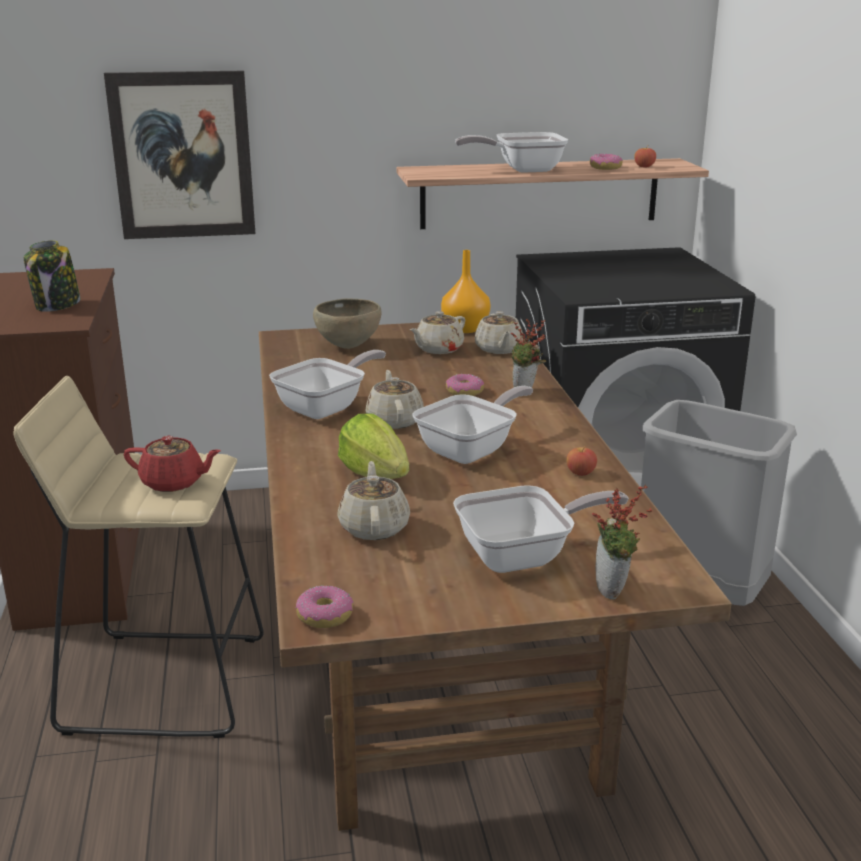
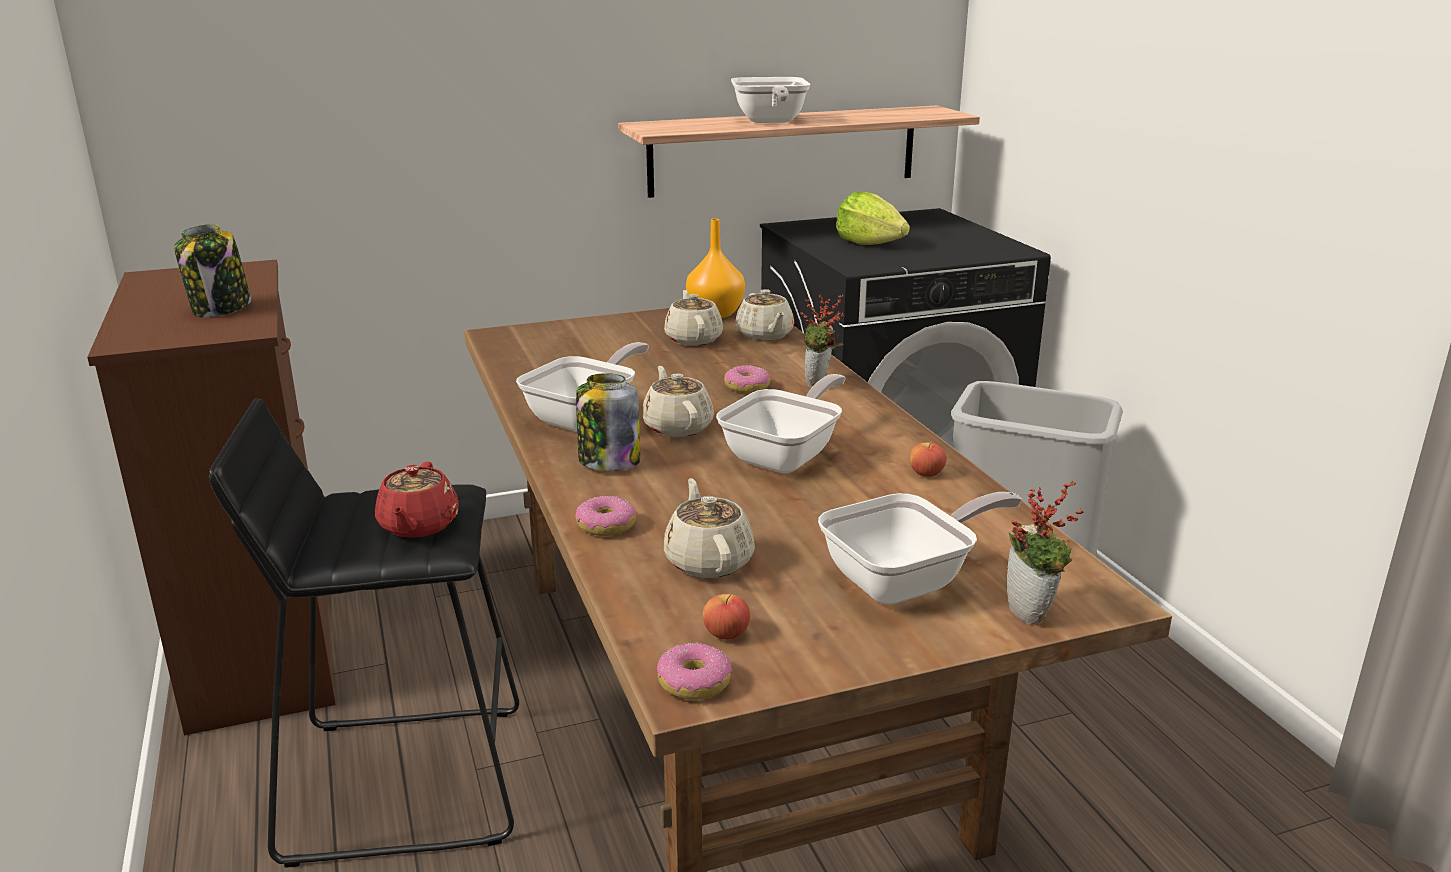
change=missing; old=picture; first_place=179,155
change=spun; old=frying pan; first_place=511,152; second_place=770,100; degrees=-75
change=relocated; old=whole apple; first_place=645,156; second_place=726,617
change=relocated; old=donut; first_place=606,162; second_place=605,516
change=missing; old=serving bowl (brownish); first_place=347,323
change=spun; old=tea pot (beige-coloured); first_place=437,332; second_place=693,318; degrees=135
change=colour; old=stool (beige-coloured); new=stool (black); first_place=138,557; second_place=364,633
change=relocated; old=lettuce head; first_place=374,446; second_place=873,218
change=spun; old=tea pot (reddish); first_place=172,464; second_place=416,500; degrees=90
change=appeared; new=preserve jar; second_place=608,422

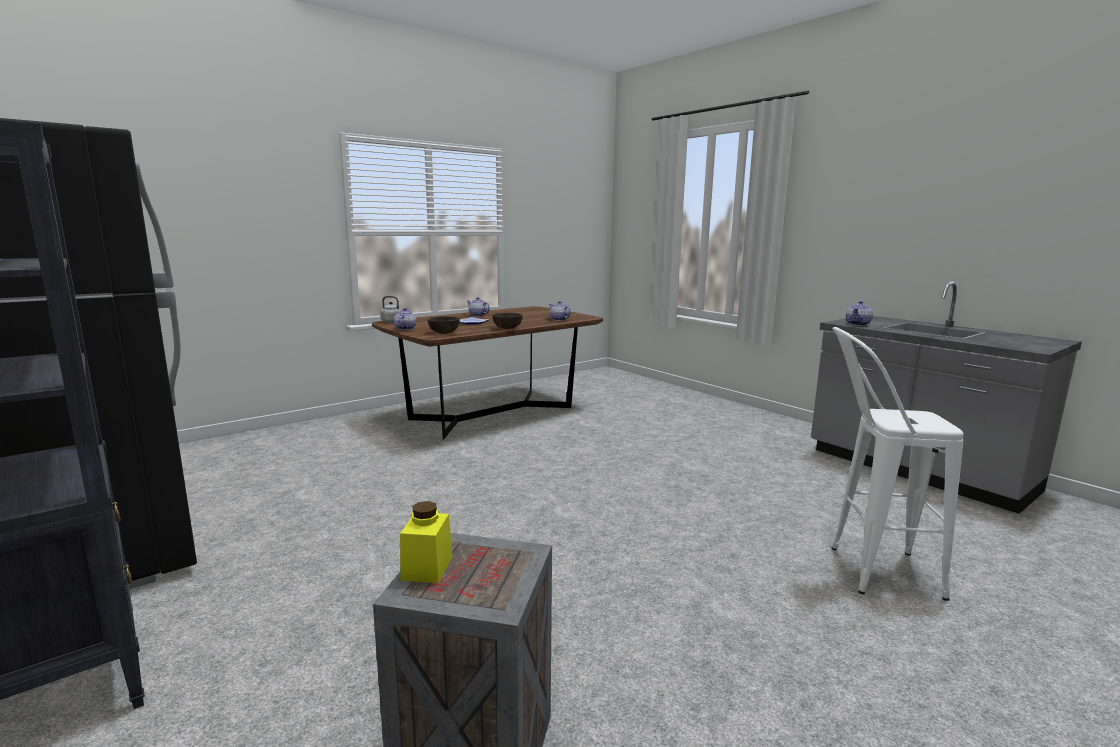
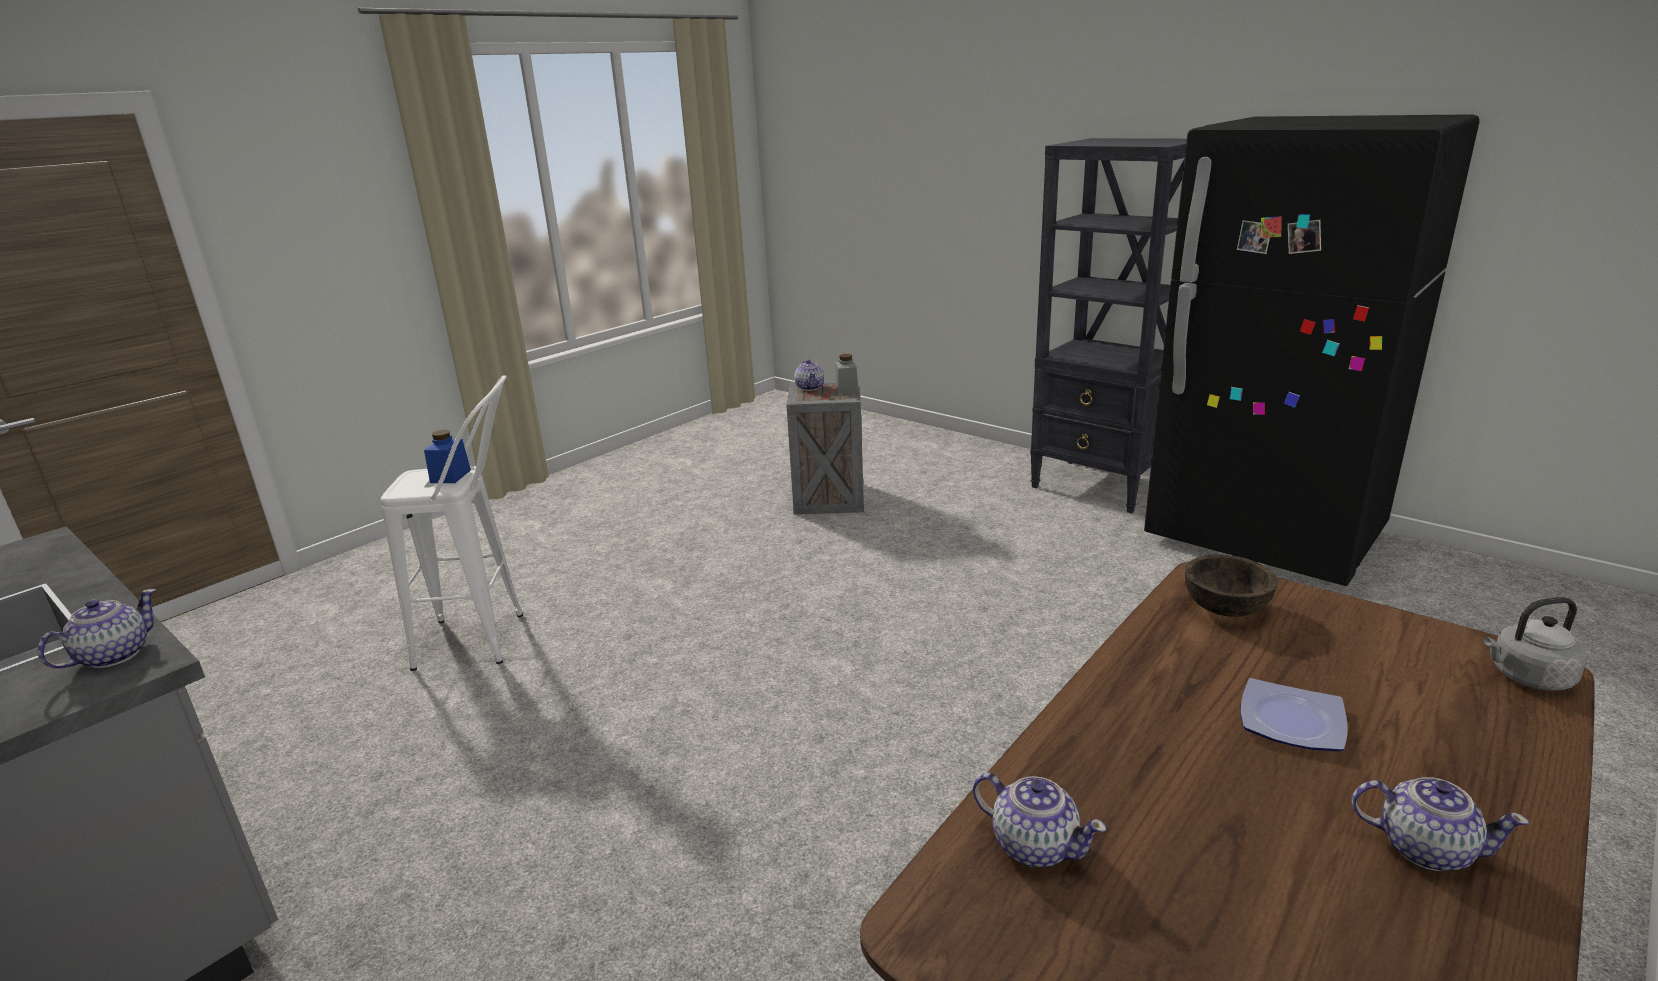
change=relocated; old=tea pot; first_place=405,319; second_place=809,375
change=missing; old=serving bowl (brownish); first_place=507,321
change=colour; old=preserve jar (yellow-coloured); new=preserve jar (gray); first_place=426,542; second_place=847,374
change=appeared; new=preserve jar (bluish); second_place=447,456

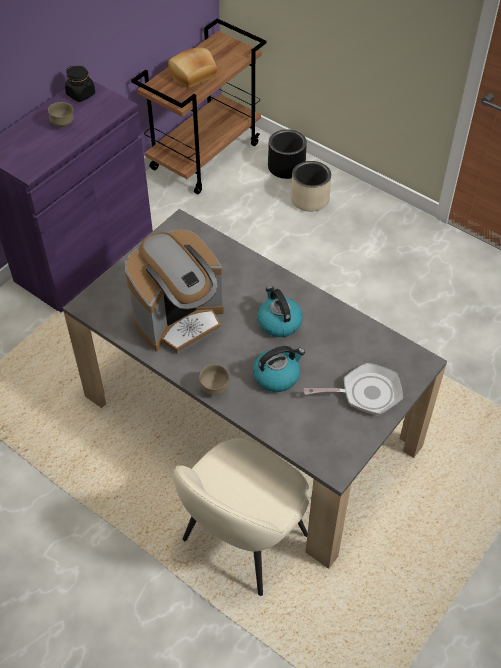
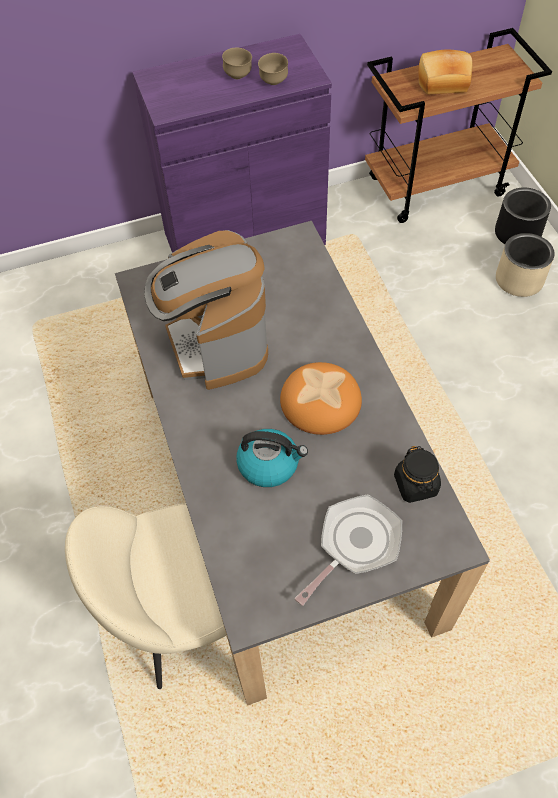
change=relocated; old=preserve jar (black); first_place=80,84; second_place=417,474
change=spun; old=coffee machine; first_place=174,292; second_place=206,310; degrees=75
change=exchanged; old=tea kettle; new=baked bread; first_place=280,311; second_place=321,398
change=spun; old=frying pan; first_place=353,389; second_place=348,550; degrees=-75
change=relocated; old=serving bowl (brownish); first_place=214,379; second_place=273,69

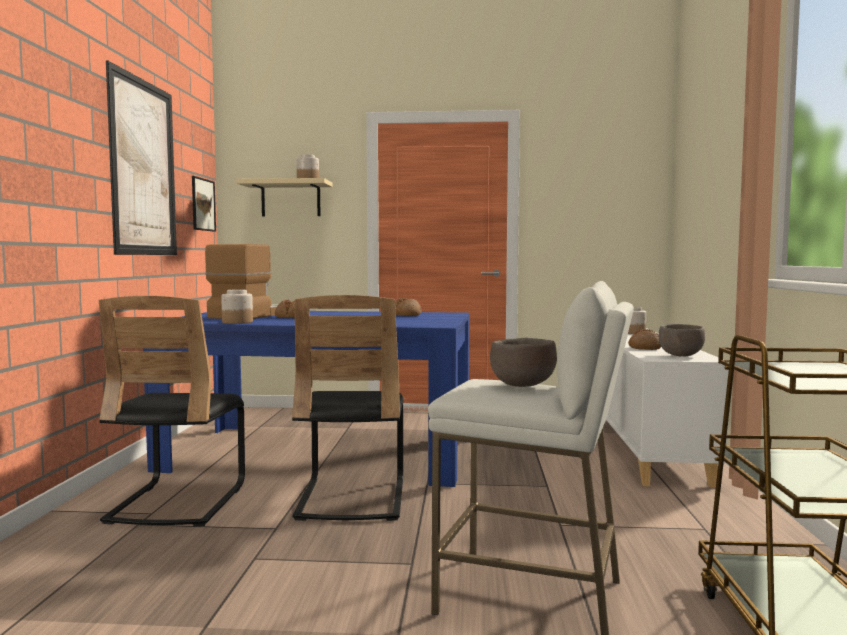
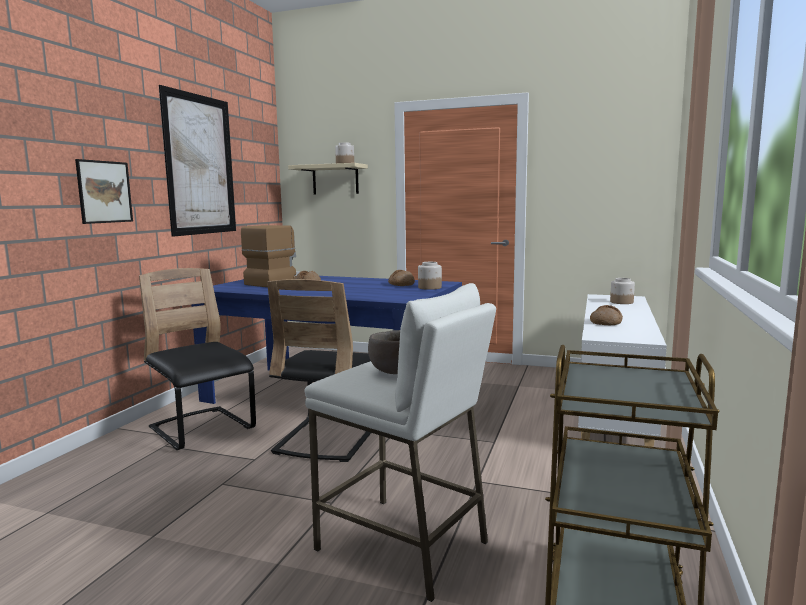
change=relocated; old=picture; first_place=204,204; second_place=104,191
change=relocated; old=preserve jar; first_place=237,306; second_place=430,276
change=spun; old=upright chair (black); first_place=172,411; second_place=197,359; degrees=120
change=missing; old=serving bowl (brownish); first_place=682,340

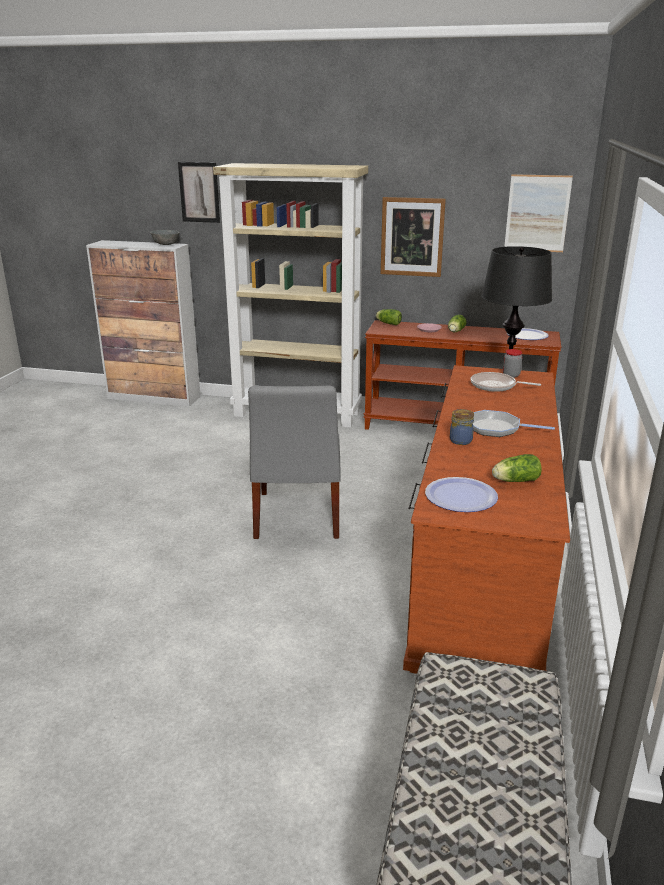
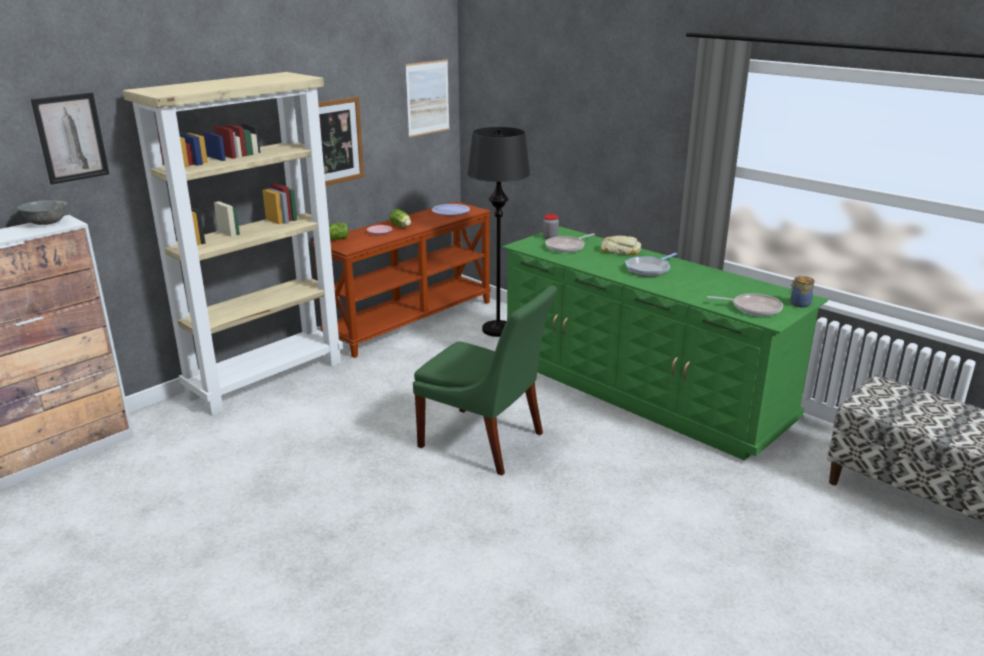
change=colour; old=chest of drawers (brownish); new=chest of drawers (green-coloured); first_place=486,519; second_place=665,343
change=colour; old=upright chair (gray); new=upright chair (green-coloured); first_place=294,462; second_place=485,380
change=relocated; old=preserve jar; first_place=462,427; second_place=802,292
change=missing; old=lettuce head; first_place=517,468
change=exchanged; old=plate; new=frying pan; first_place=461,494; second_place=745,304
change=appeared; new=baked bread; second_place=621,245

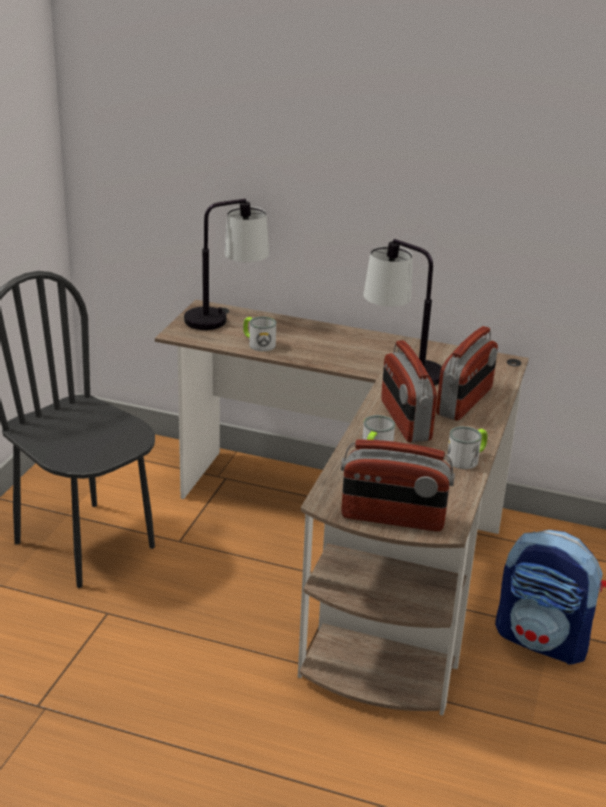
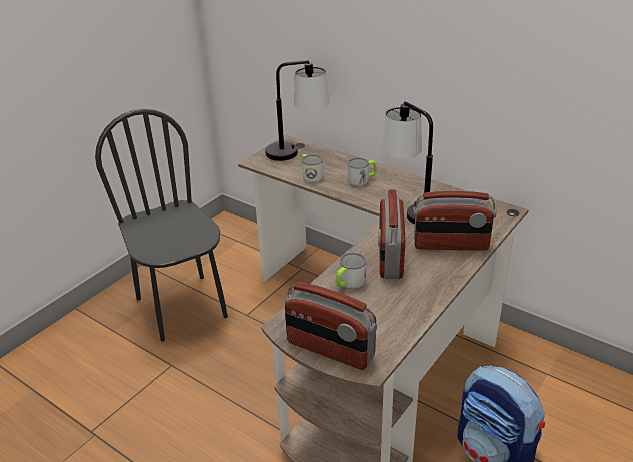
change=spun; old=radio receiver; first_place=467,373; second_place=454,221; degrees=45
change=relocated; old=tea mug; first_place=467,447; second_place=362,171

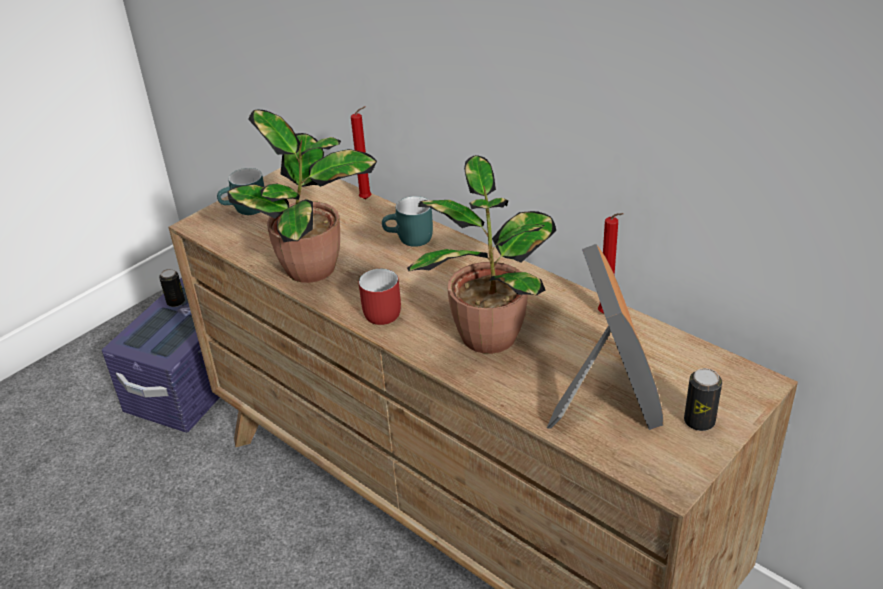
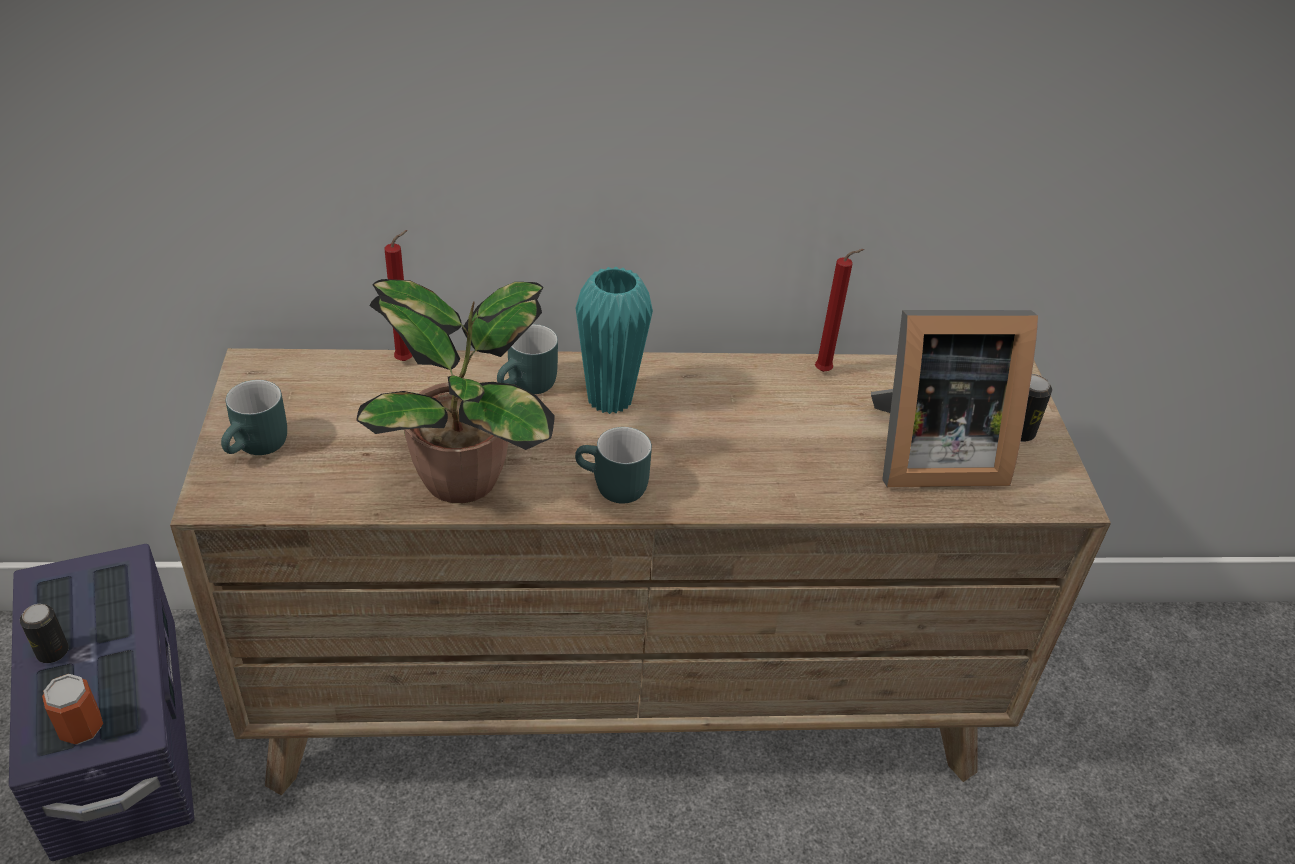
change=missing; old=potted plant; first_place=481,254
change=spun; old=standing frame; first_place=605,337; second_place=954,398; degrees=135
change=colour; old=tea mug (reddish); new=tea mug (blue-green); first_place=380,297; second_place=613,465
change=appeared; new=decorative vase (blue-green); second_place=614,340
change=appeared; new=sealed can; second_place=72,709

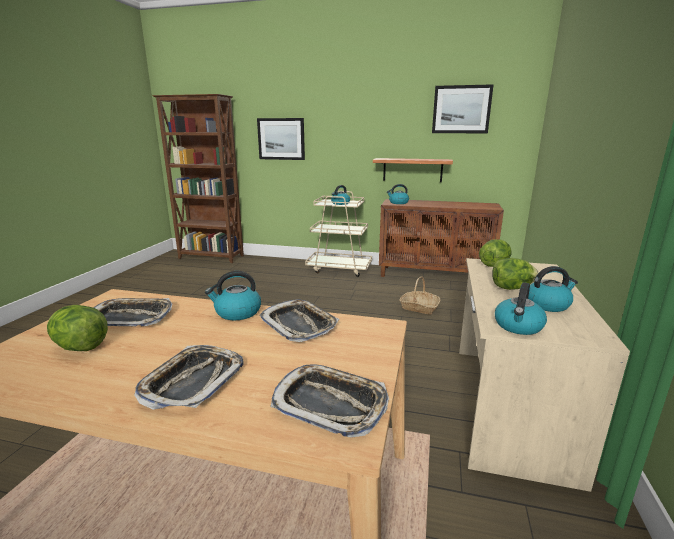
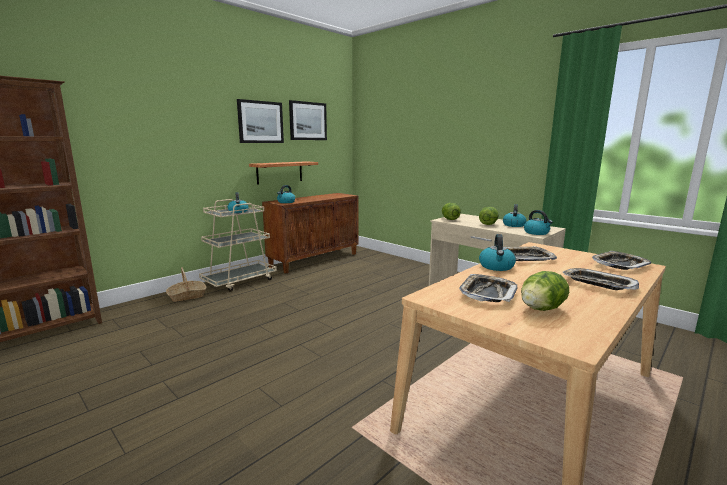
change=relocated; old=picture; first_place=281,139; second_place=260,121
change=relocated; old=basket; first_place=419,295; second_place=186,284

